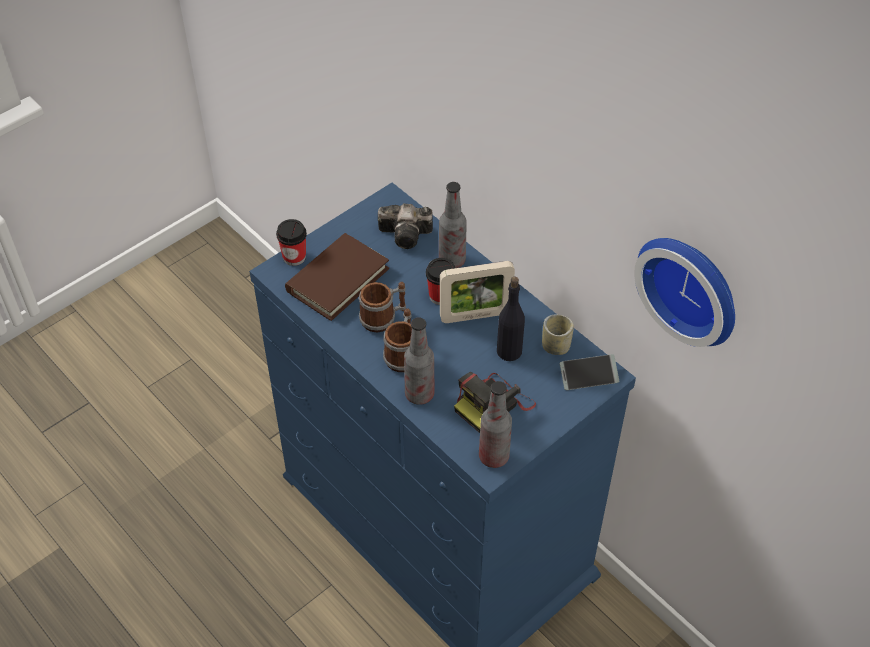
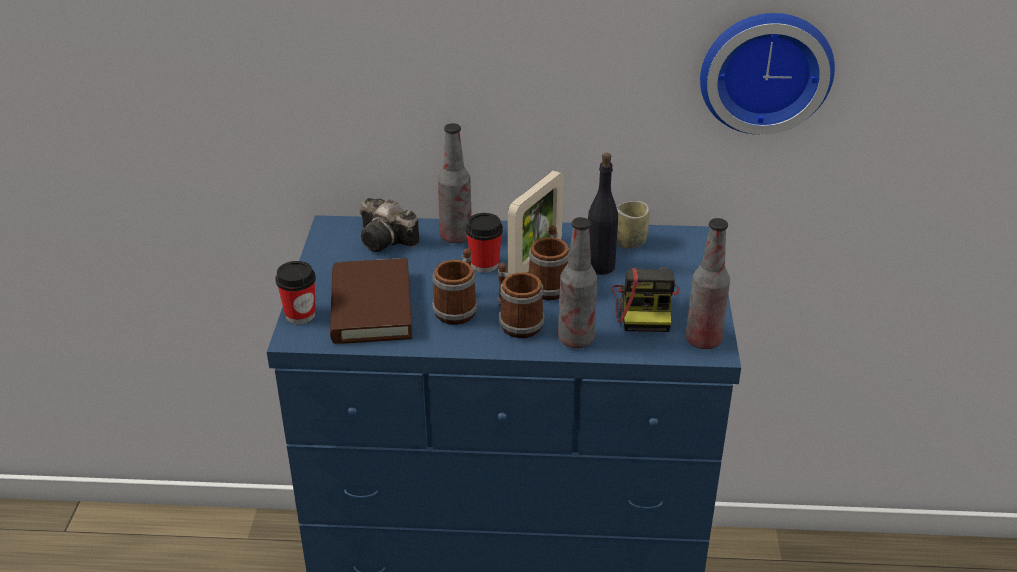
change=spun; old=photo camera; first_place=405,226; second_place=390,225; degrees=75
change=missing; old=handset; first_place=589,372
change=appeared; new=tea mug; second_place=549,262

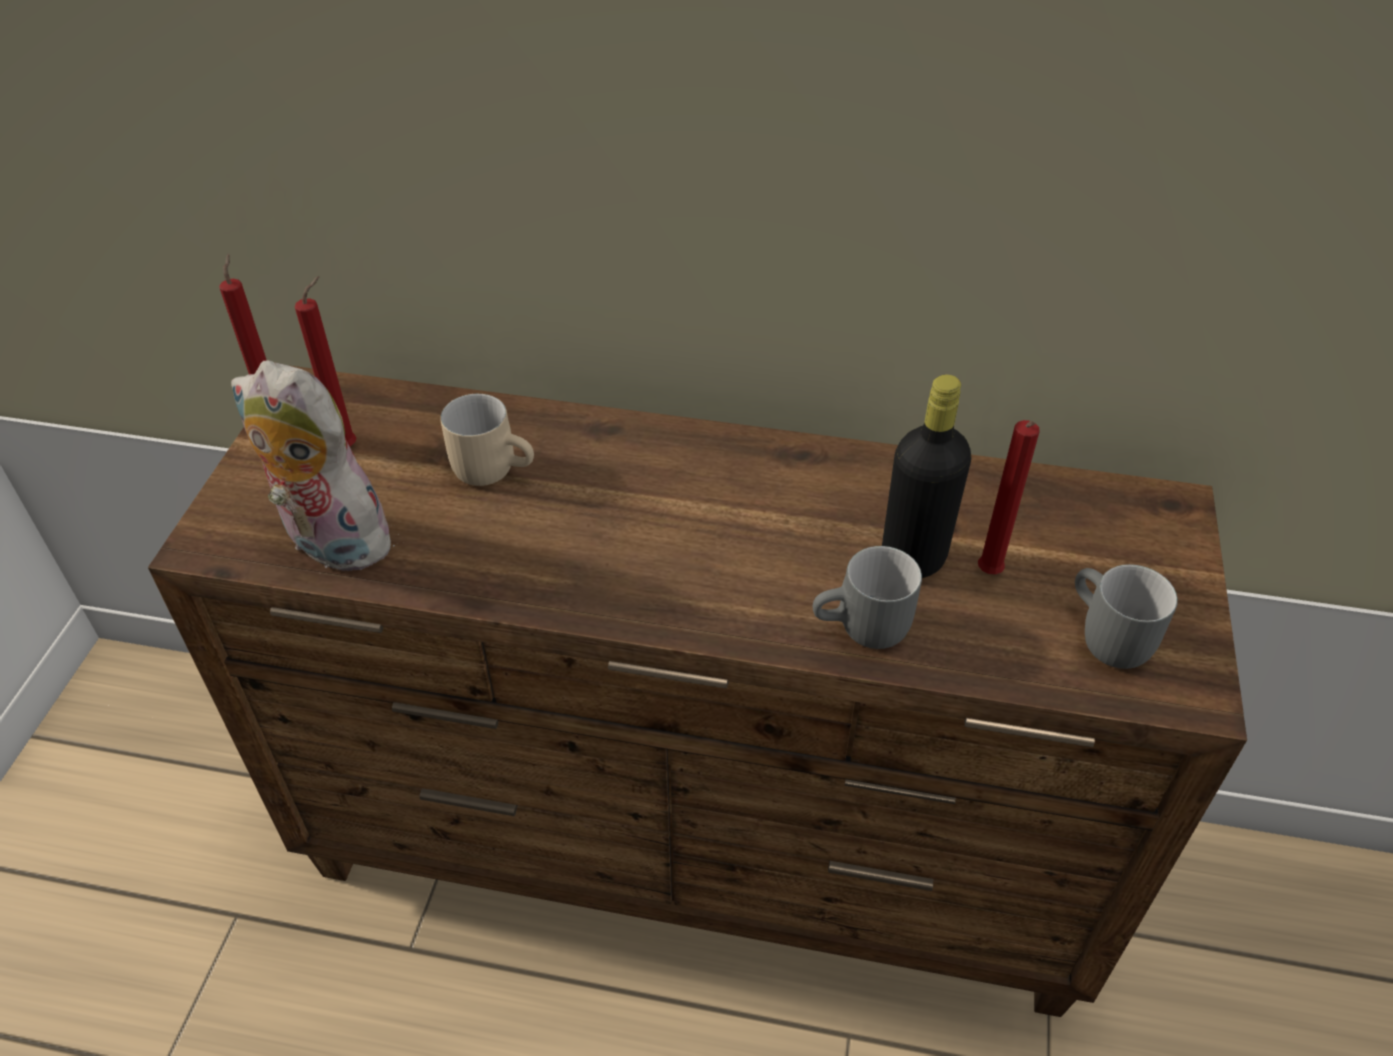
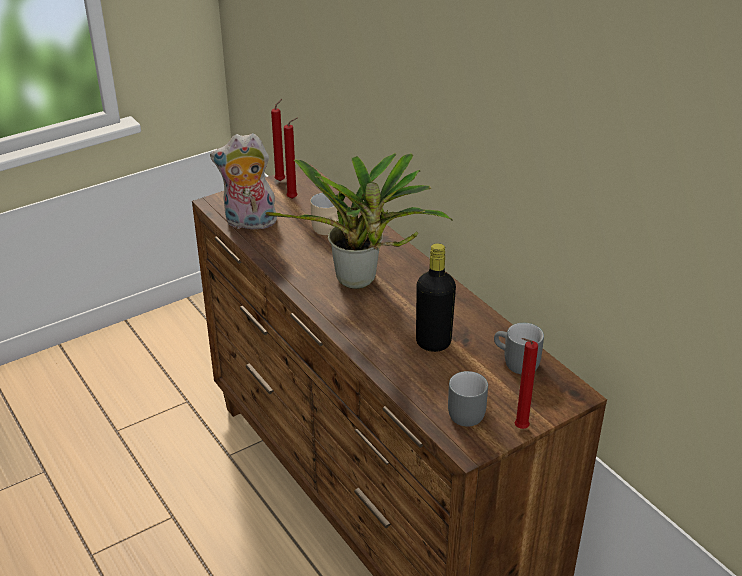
change=spun; old=soft toy; first_place=317,465; second_place=243,181; degrees=-75
change=relocated; old=candle (reddish); first_place=1009,497; second_place=526,383
change=relocated; old=tea mug (gray); first_place=867,597; second_place=519,348
change=appeared; new=potted plant; second_place=358,221

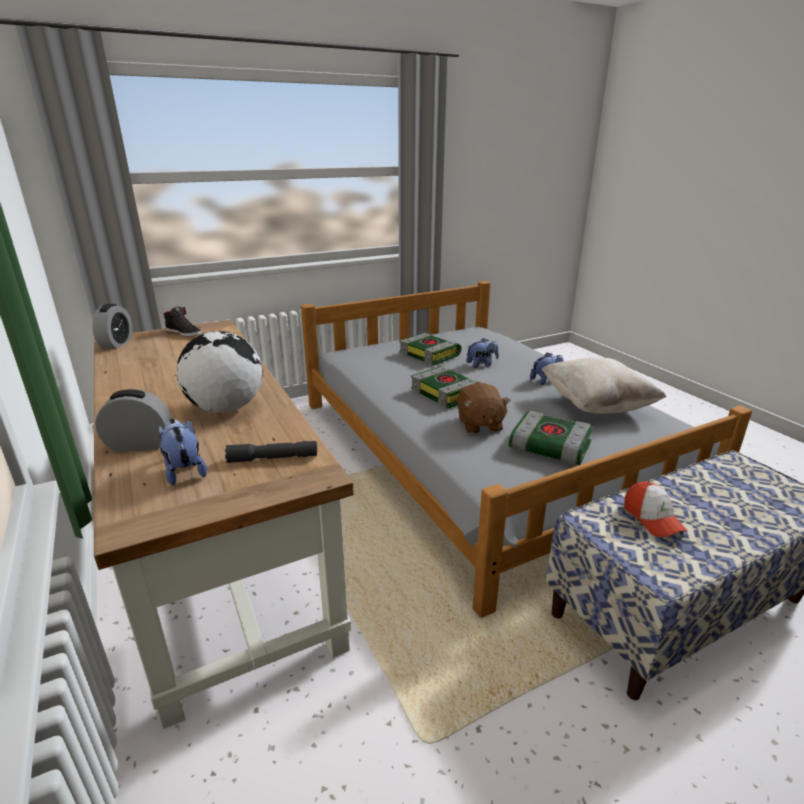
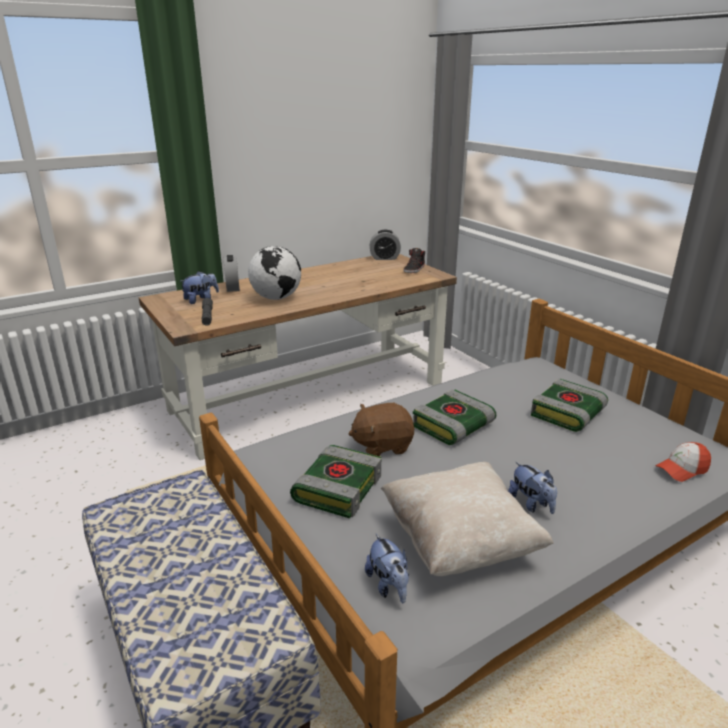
change=relocated; old=soft toy; first_place=483,353; second_place=387,568
change=relocated; old=peaked cap; first_place=655,509; second_place=683,462

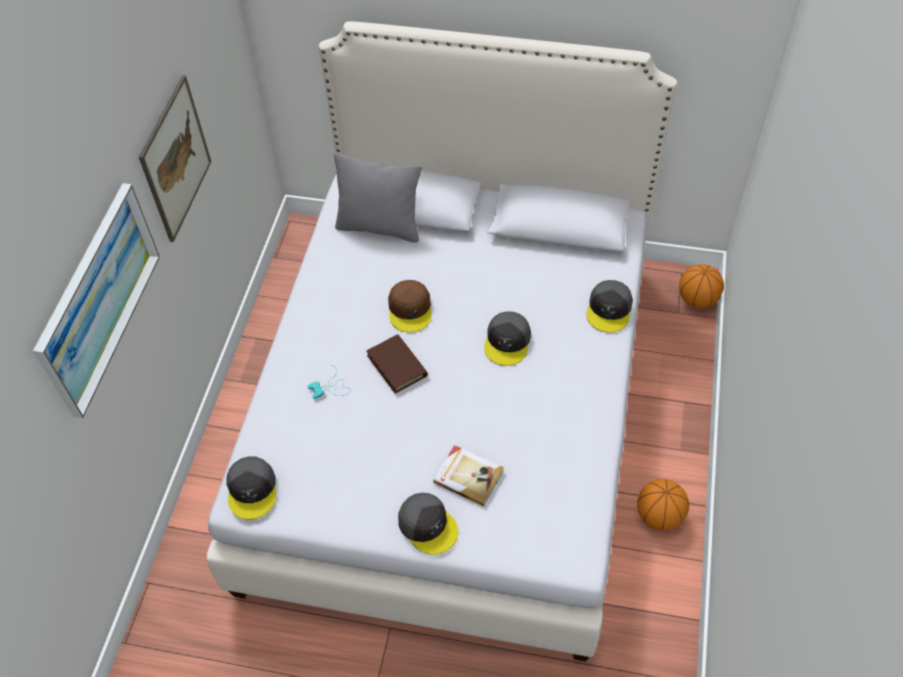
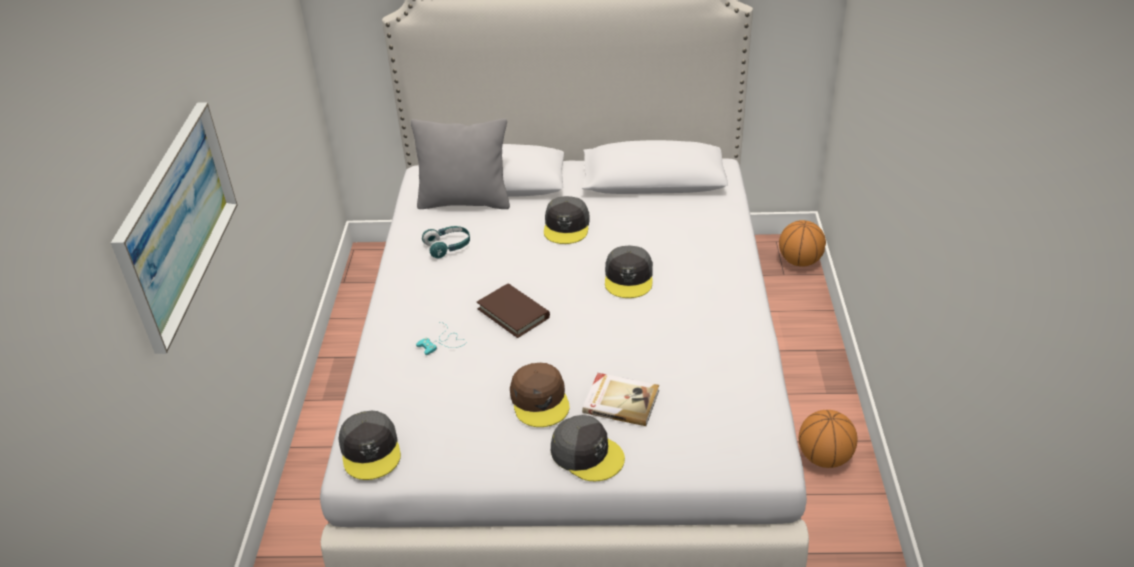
change=missing; old=picture; first_place=175,158
change=relocated; old=peaked cap (brownish); first_place=410,306; second_place=540,395
change=relocated; old=peaked cap (gray); first_place=610,306; second_place=567,220
change=appeared; new=headphones (blue-green); second_place=446,242

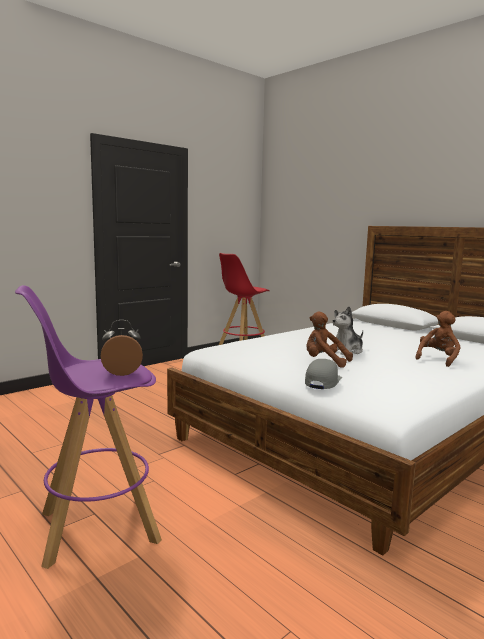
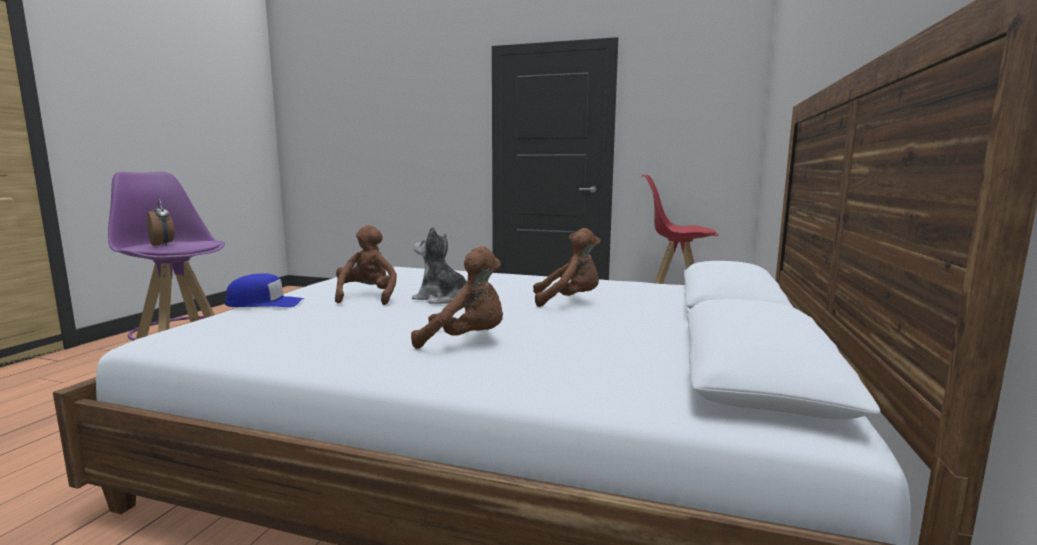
change=colour; old=peaked cap (gray); new=peaked cap (bluish); first_place=323,374; second_place=264,290
change=appeared; new=soft toy (brownish); second_place=566,267

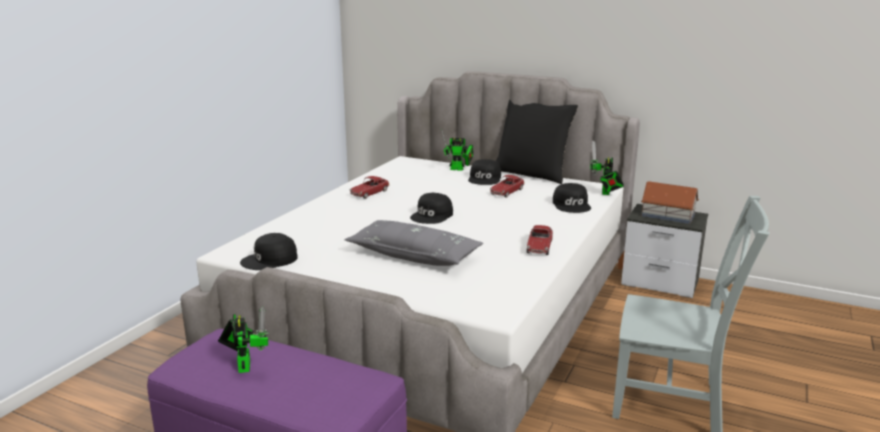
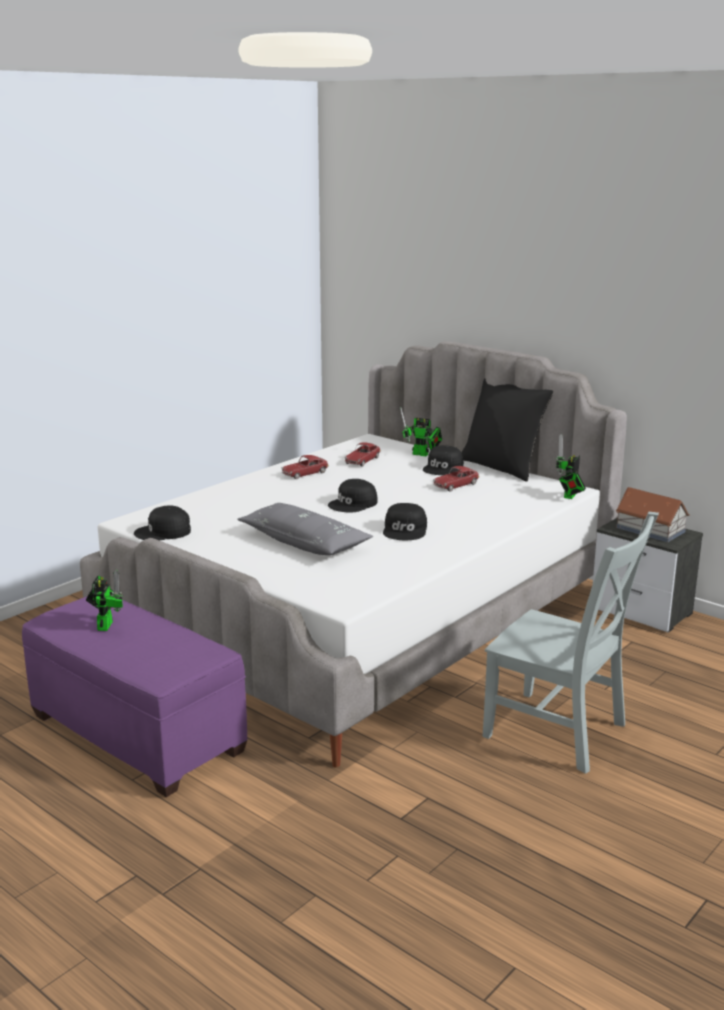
change=relocated; old=peaked cap (black); first_place=572,198; second_place=405,521
change=relocated; old=miniature car; first_place=540,240; second_place=363,454

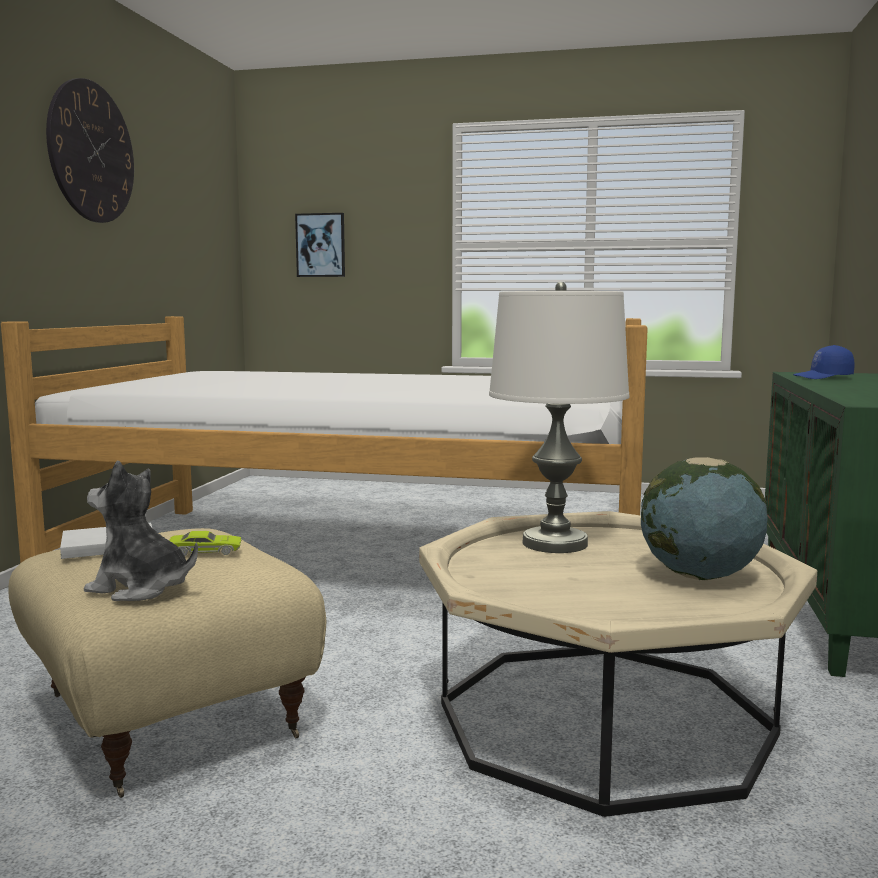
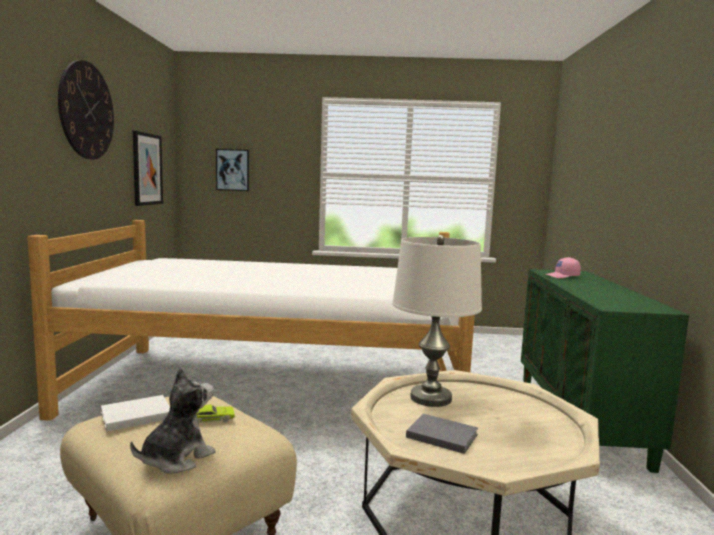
change=colour; old=peaked cap (bluish); new=peaked cap (pinkish); first_place=824,362; second_place=563,267
change=missing; old=world globe; first_place=704,518
change=spun; old=soft toy; first_place=141,531; second_place=172,421; degrees=120
change=appeared; new=picture; second_place=148,168
change=appeared; new=book (gray); second_place=442,434

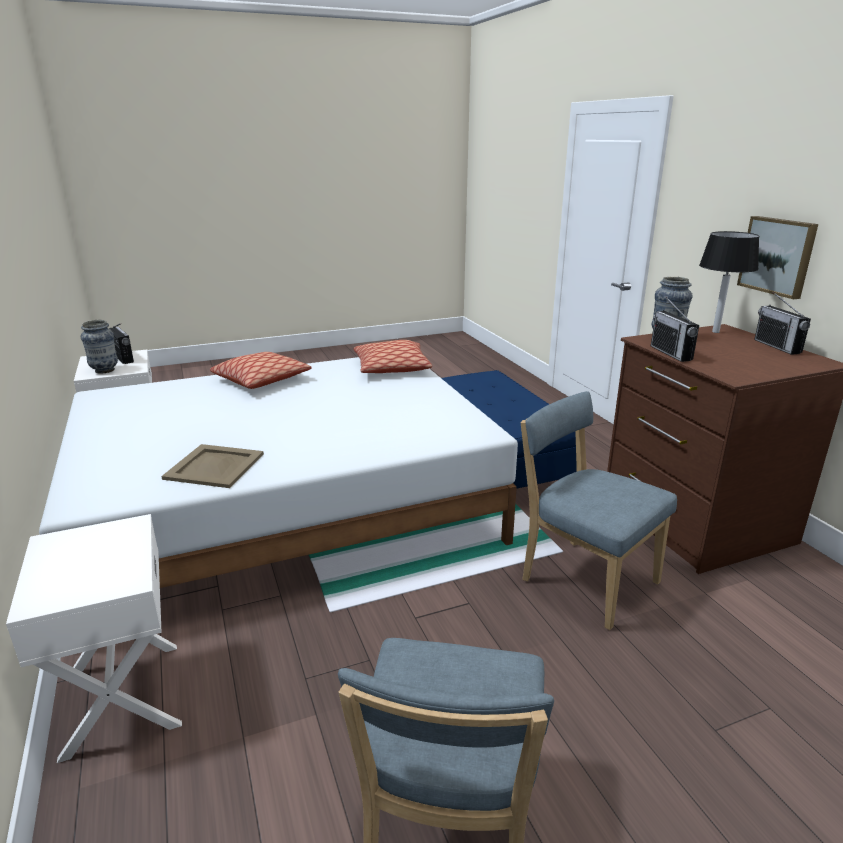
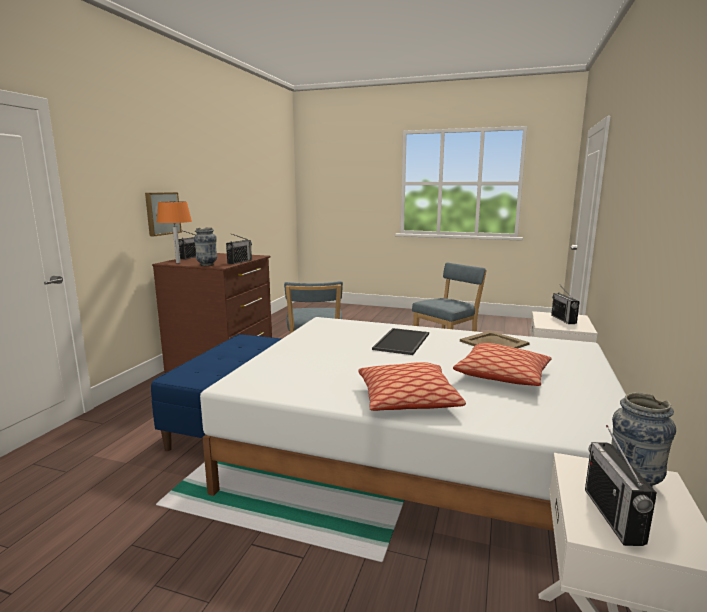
change=colour; old=tabletop lamp (black); new=tabletop lamp (orange-coloured); first_place=729,282; second_place=174,232
change=relocated; old=throw pillow; first_place=393,356; second_place=502,364
change=appeared; new=radio receiver; second_place=565,304
change=appeared; new=tray; second_place=400,341

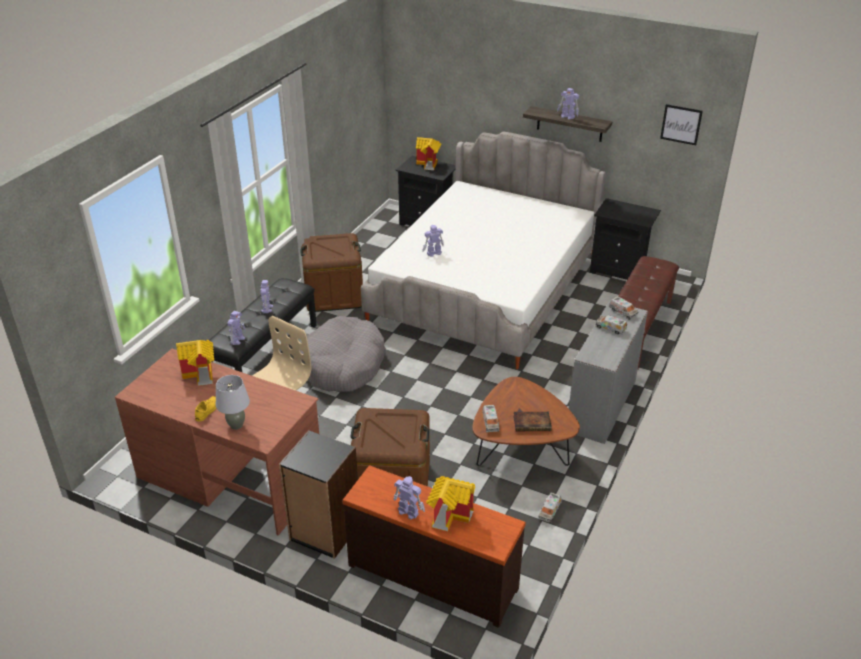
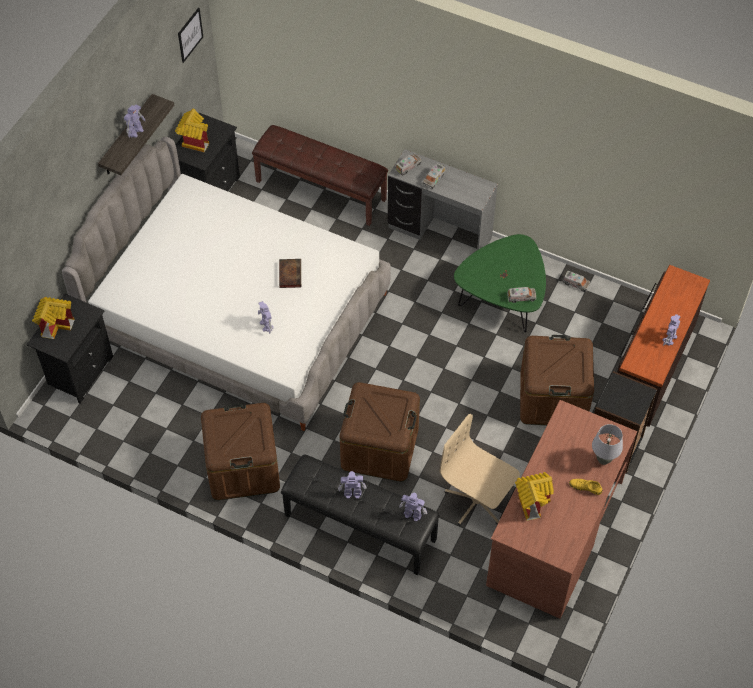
change=exchanged; old=dog bed (gray); new=storage box (brownish); first_place=343,354; second_place=380,432
change=colour; old=coffee table (brownish); new=coffee table (green-coloured); first_place=526,421; second_place=500,283
change=relocated; old=book; first_place=532,421; second_place=290,273
change=relocated; old=toy house; first_place=450,503; second_place=192,131

